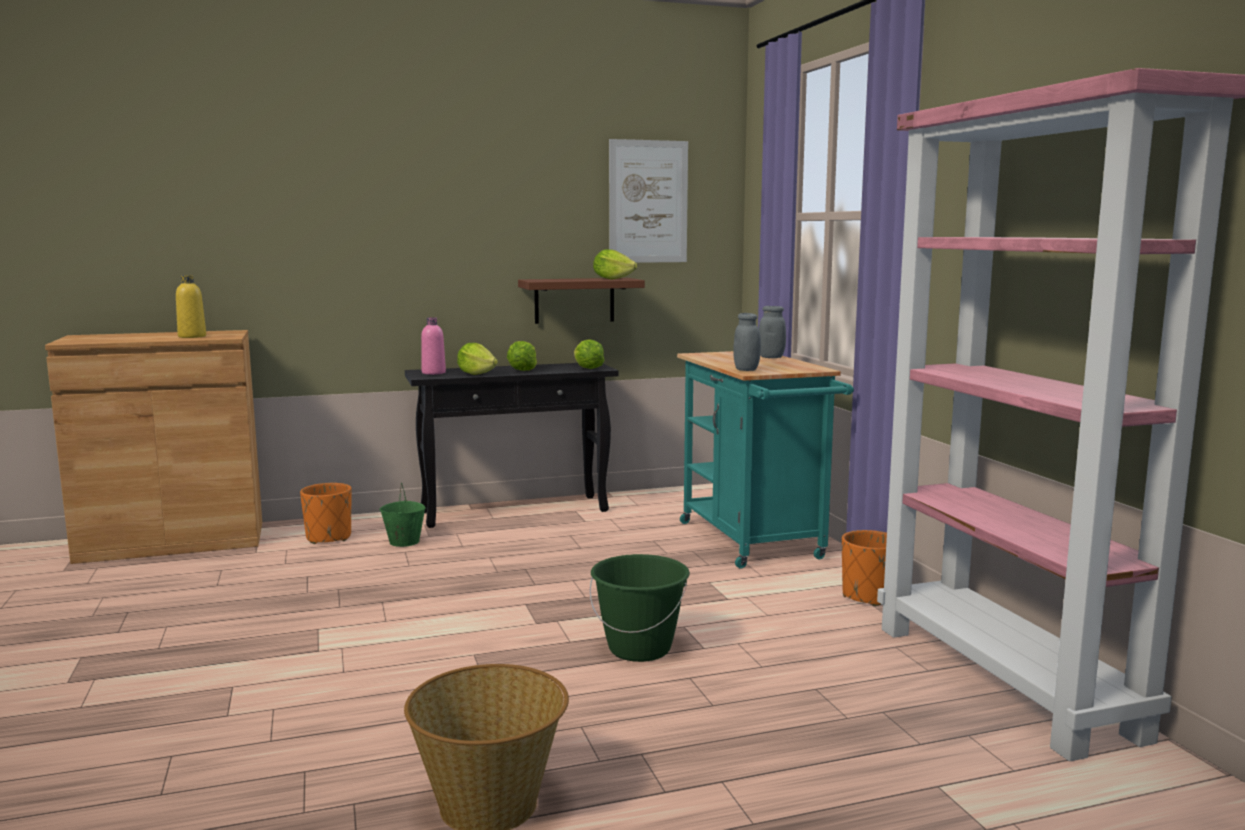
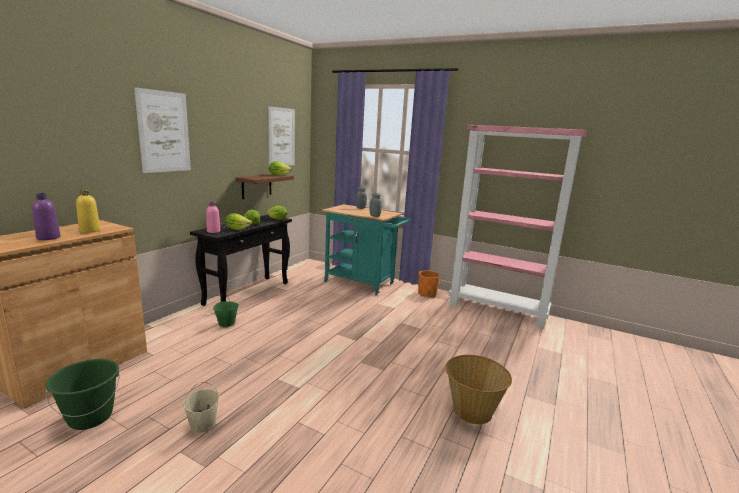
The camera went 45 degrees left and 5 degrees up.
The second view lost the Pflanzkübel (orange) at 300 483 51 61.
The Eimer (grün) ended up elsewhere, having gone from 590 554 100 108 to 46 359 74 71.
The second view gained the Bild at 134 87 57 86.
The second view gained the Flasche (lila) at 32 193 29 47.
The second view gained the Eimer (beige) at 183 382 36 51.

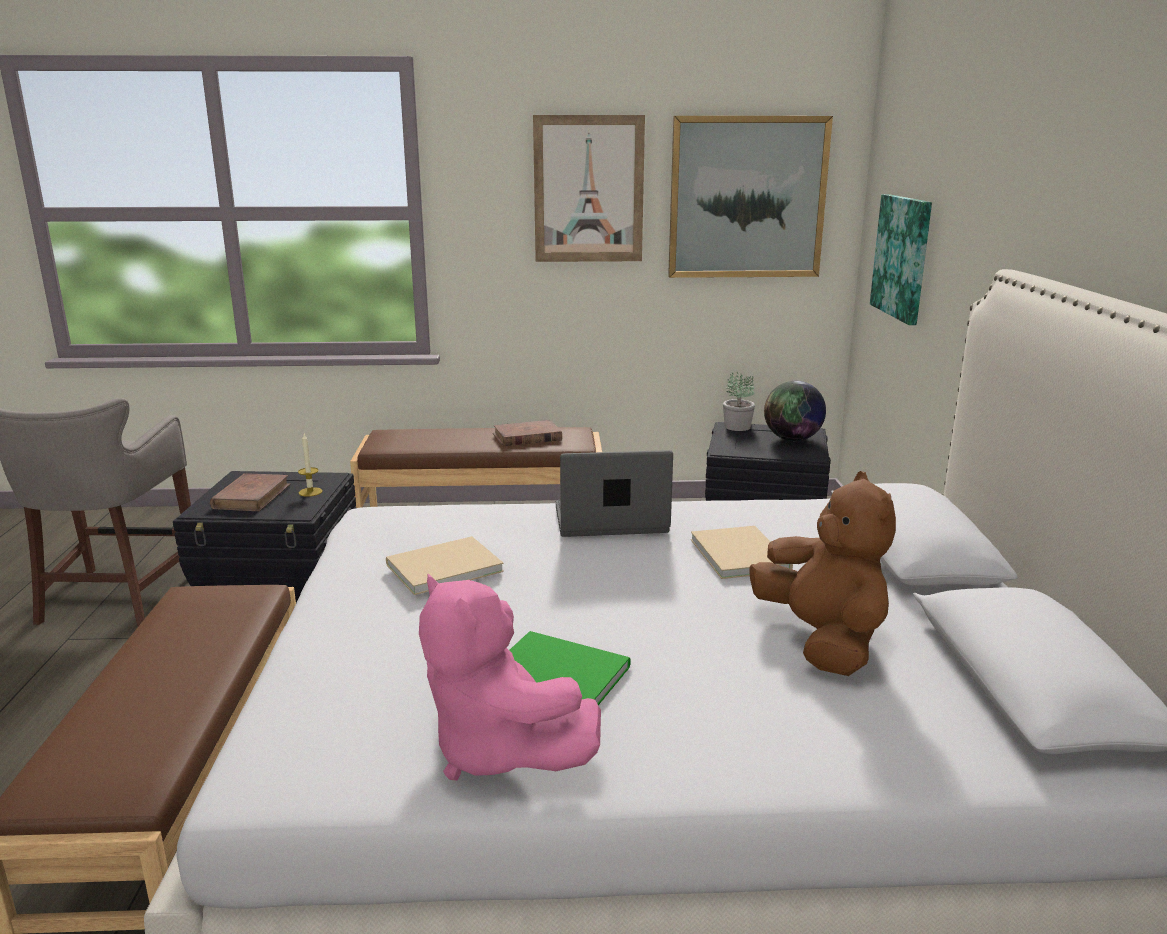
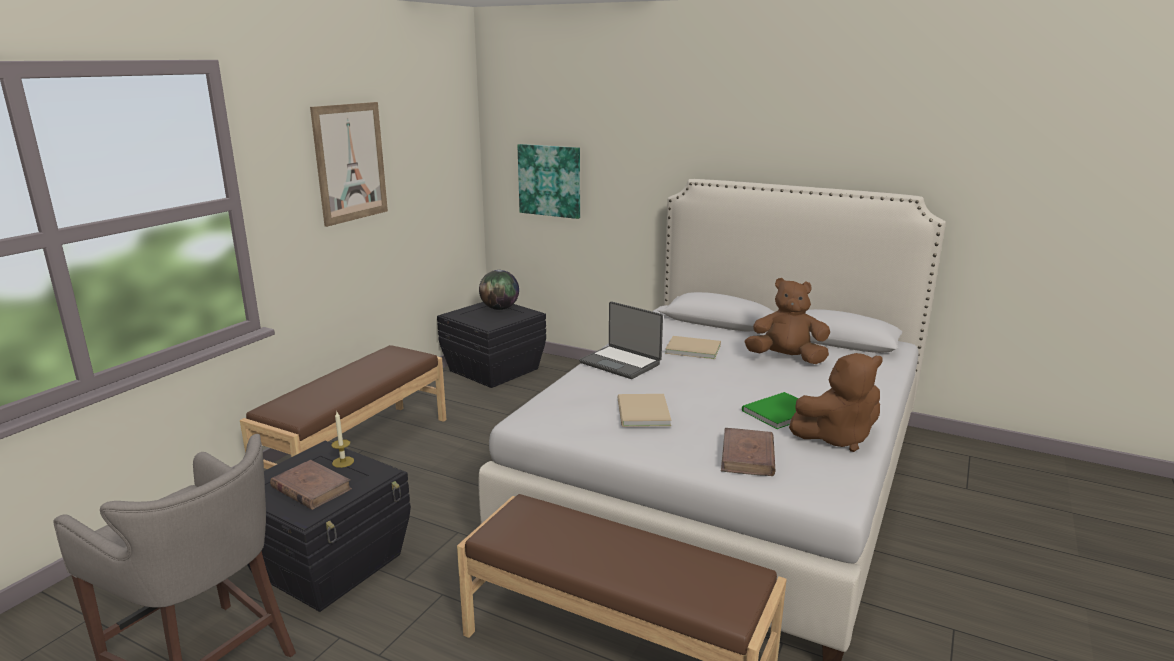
The camera went 60 degrees left and 0 degrees up.
The second view lost the Bild at 668 116 165 162.
The second view lost the Topfpflanze at 723 372 32 59.
The Buch (braun) ended up elsewhere, having gone from 493 420 69 27 to 721 428 54 48.
The Laptop at 556 450 117 87 ended up facing another way, 75 degrees counterclockwise from before.
What was the Plüschtier (rosa) at 419 574 182 207 turned into the Plüschtier (braun) at 789 353 94 99.

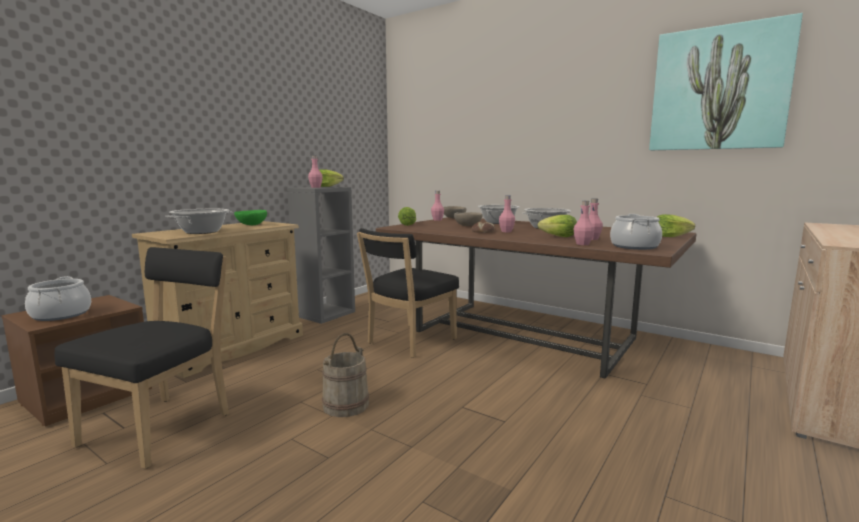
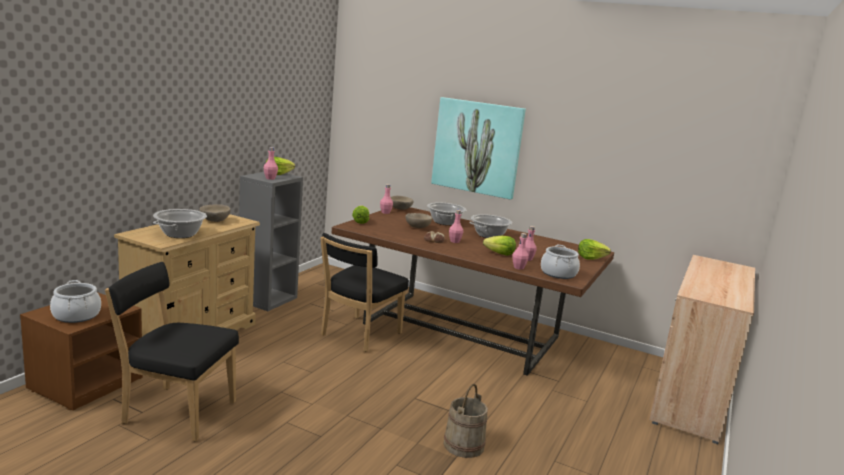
The camera went 10 degrees left and 5 degrees up.
The Bild ended up elsewhere, having gone from 649 13 154 137 to 431 97 95 103.
What was the Schüssel (grün) at 234 210 33 15 turned into the Schüssel (beige) at 199 204 32 18.
The Stuhl (schwarz) at 55 247 174 222 ended up facing another way, 90 degrees counterclockwise from before.
The Eimer (beige) ended up elsewhere, having gone from 322 333 47 84 to 443 384 45 74.

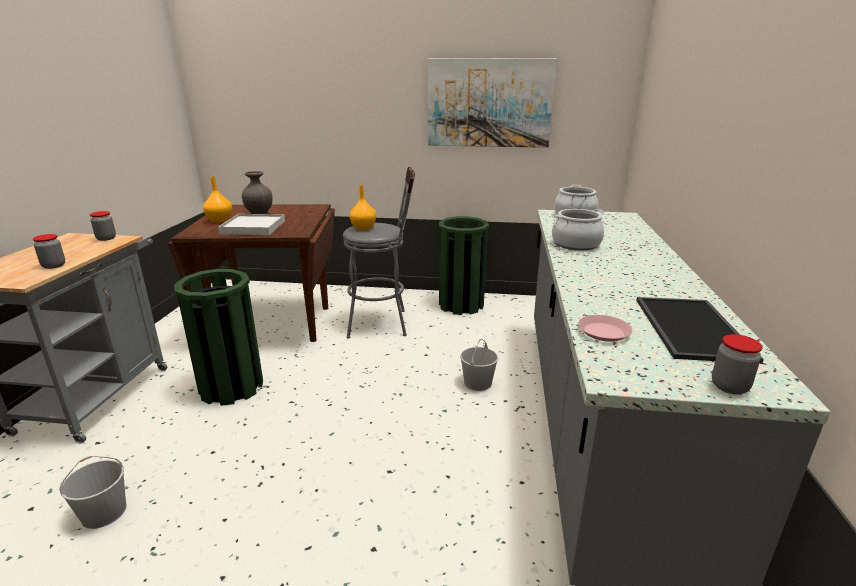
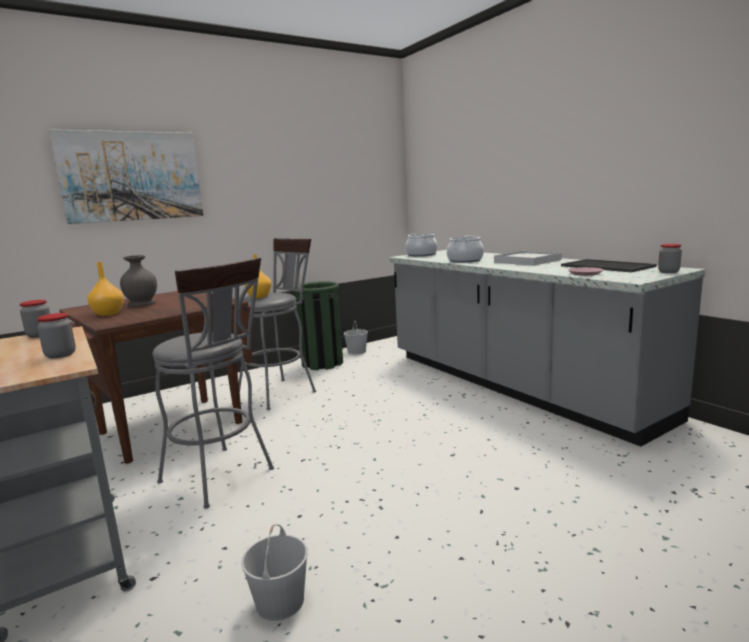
The camera went 40 degrees left and 10 degrees down.
The Bild ended up elsewhere, having gone from 428 58 129 90 to 49 129 154 95.
The Tablett (weiß) ended up elsewhere, having gone from 218 214 67 21 to 494 251 68 15.
Where the Mülleimer (grün) stood at 174 269 89 137, the Hocker (grau) came to stand at 152 258 122 251.
The Eimer (weiß) ended up elsewhere, having gone from 460 339 38 52 to 344 321 24 33.

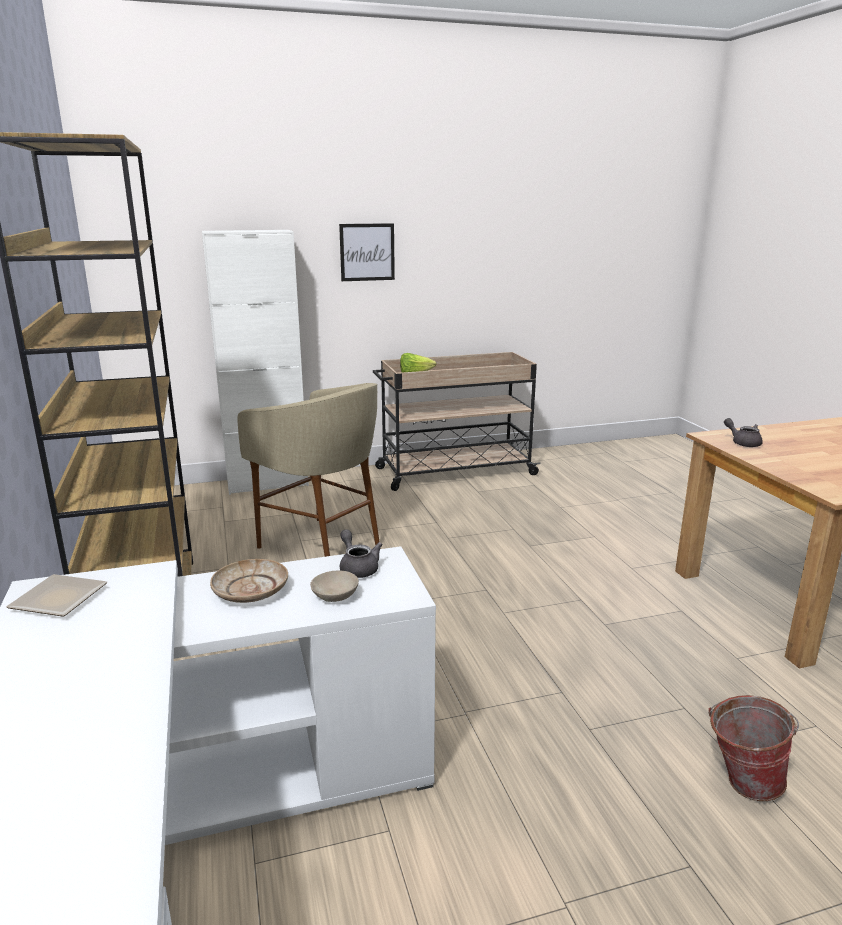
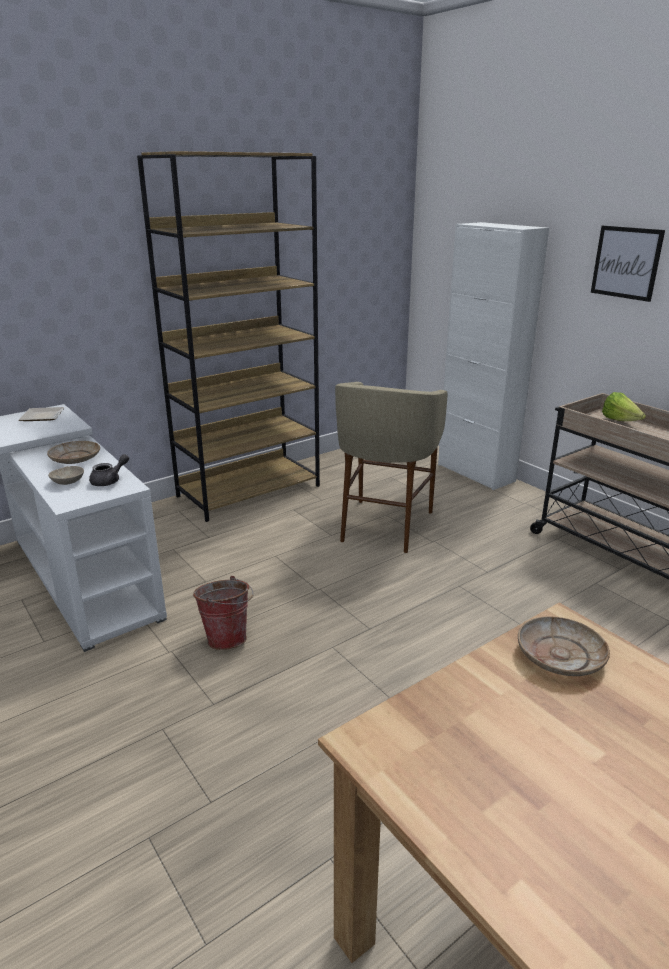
The camera went 70 degrees right and 5 degrees up.
Where the Teekanne (grau) stood at 724 418 39 29, the Teller (beige) came to stand at 518 616 92 60.
The Eimer ended up elsewhere, having gone from 708 695 91 106 to 193 576 60 74.

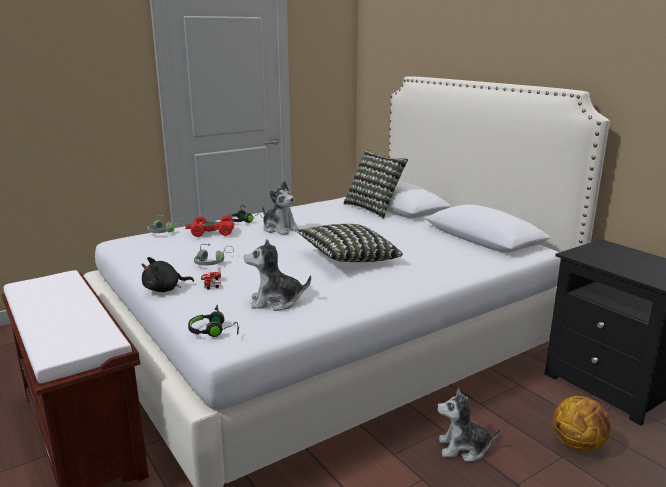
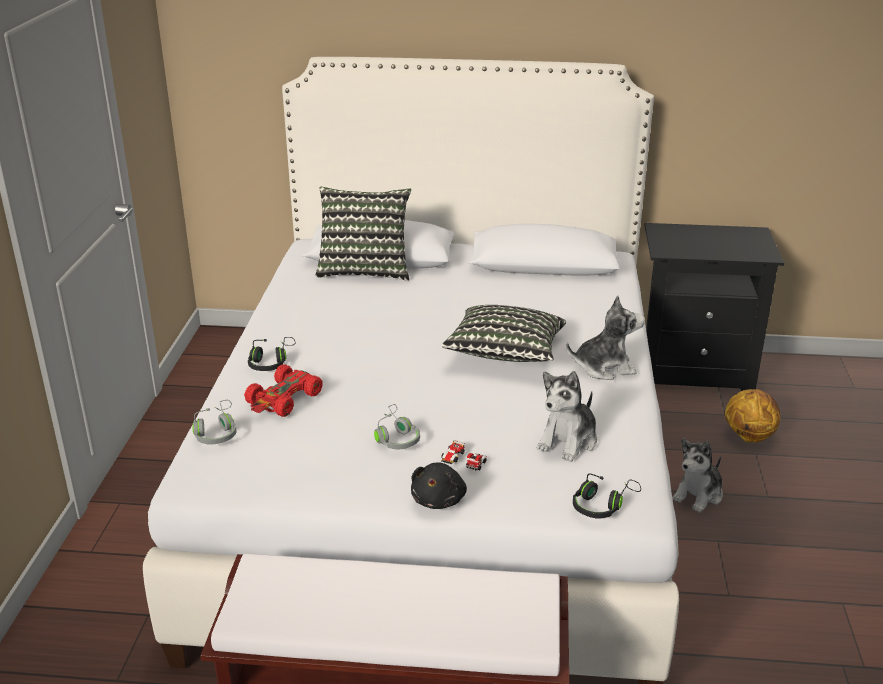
The camera went 50 degrees left and 10 degrees up.
The Plüschtier ended up elsewhere, having gone from 262 181 38 54 to 566 295 79 85.

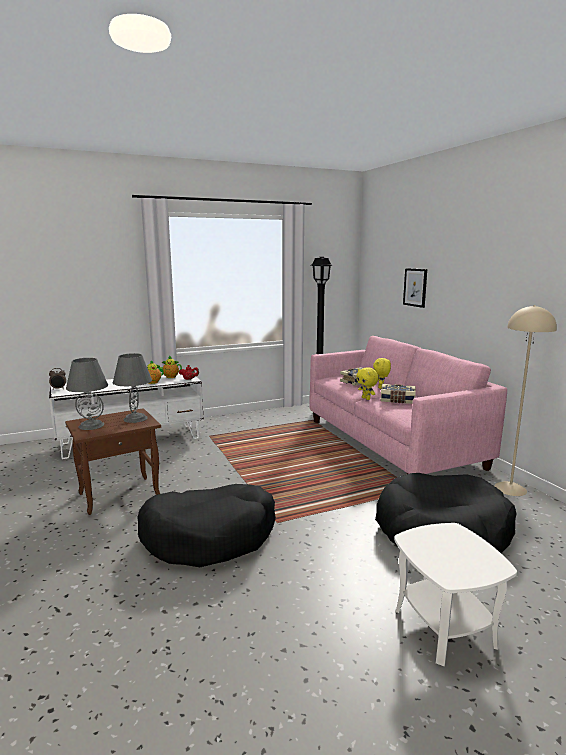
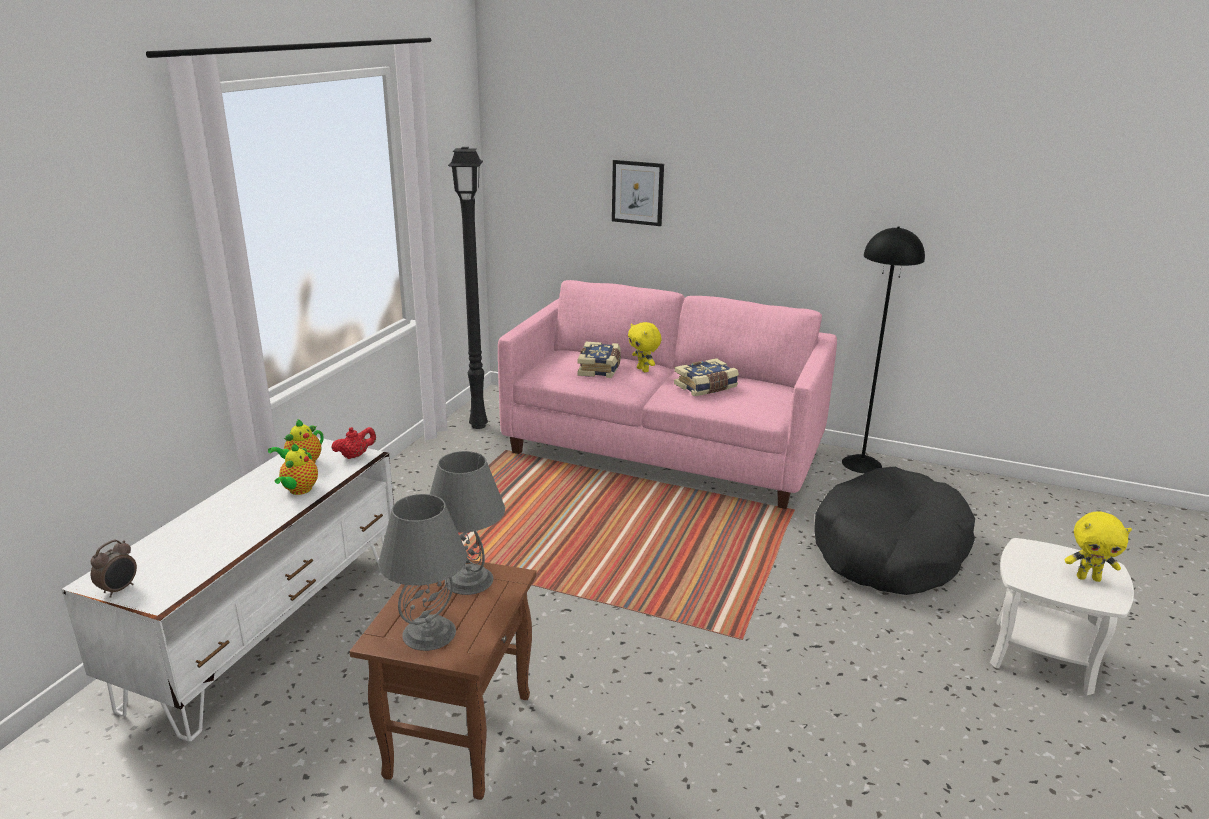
The camera went 45 degrees left and 10 degrees up.
What was the Stehlampe (beige) at 494 305 63 191 turned into the Stehlampe (schwarz) at 842 227 83 246.
The Plüschtier (gelb) ended up elsewhere, having gone from 356 367 23 33 to 1064 511 68 71.
The second view lost the Hundebett (schwarz) at 137 484 139 83.

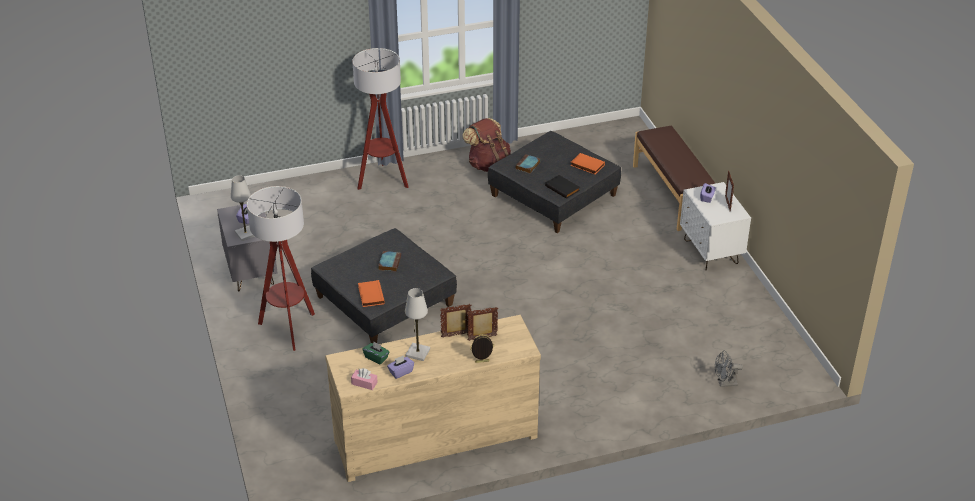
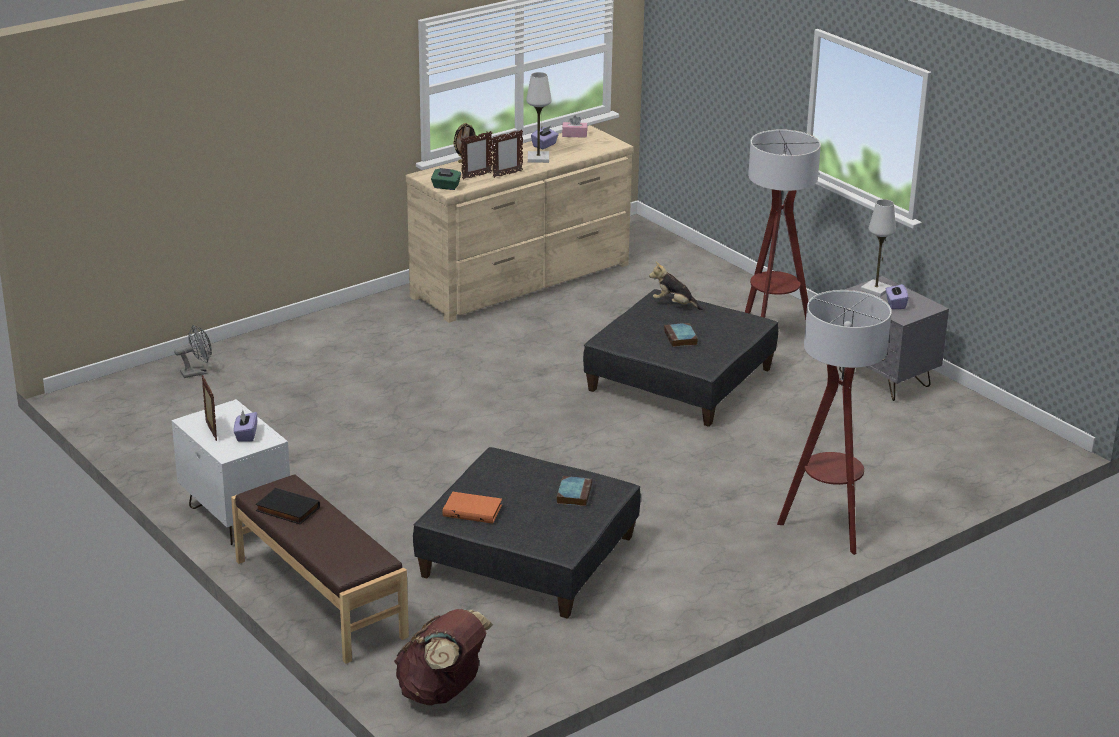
The camera went 160 degrees right and 10 degrees down.
The Rucksack (braun) ended up elsewhere, having gone from 462 118 49 54 to 394 609 99 96.
The Buch (schwarz) ended up elsewhere, having gone from 545 175 35 24 to 255 488 65 36.
Where the Buch (orange) stood at 358 280 27 27, the Plüschtier came to stand at 649 261 55 49.
The Taschentuchbox (grün) ended up elsewhere, having gone from 362 341 27 24 to 431 168 30 22.

